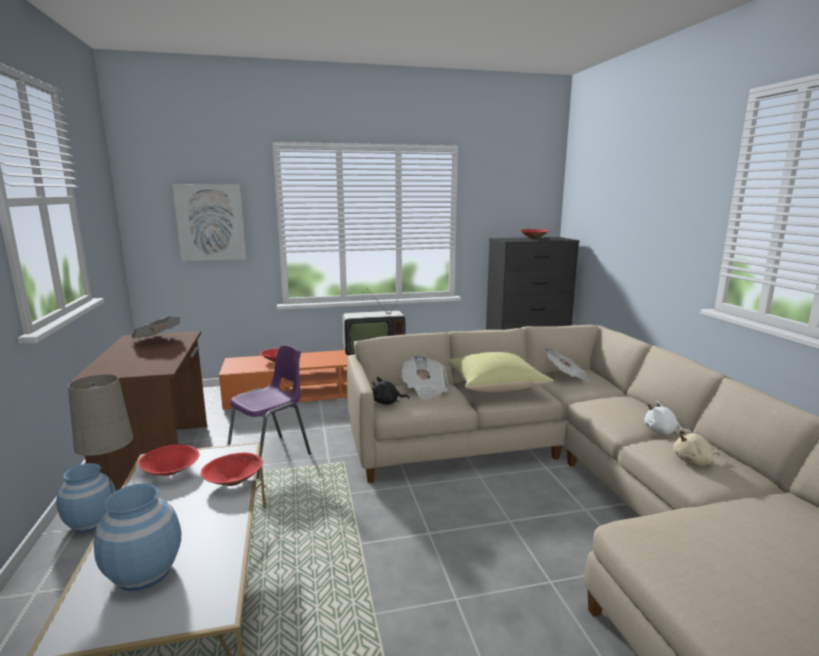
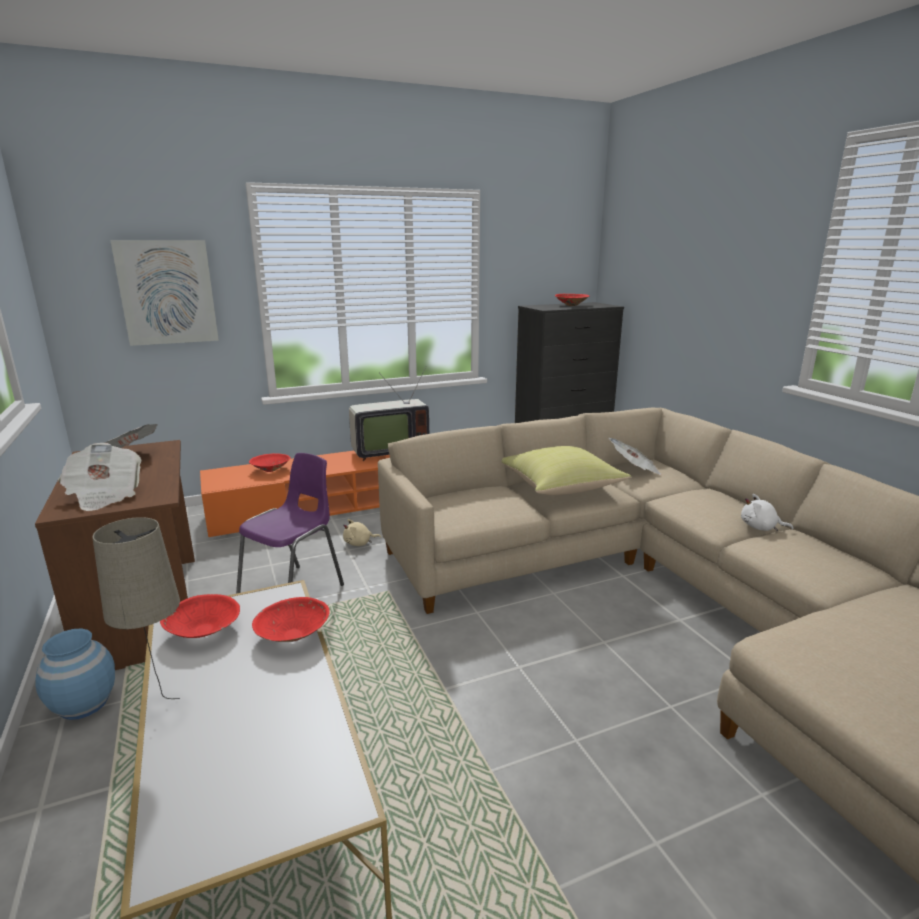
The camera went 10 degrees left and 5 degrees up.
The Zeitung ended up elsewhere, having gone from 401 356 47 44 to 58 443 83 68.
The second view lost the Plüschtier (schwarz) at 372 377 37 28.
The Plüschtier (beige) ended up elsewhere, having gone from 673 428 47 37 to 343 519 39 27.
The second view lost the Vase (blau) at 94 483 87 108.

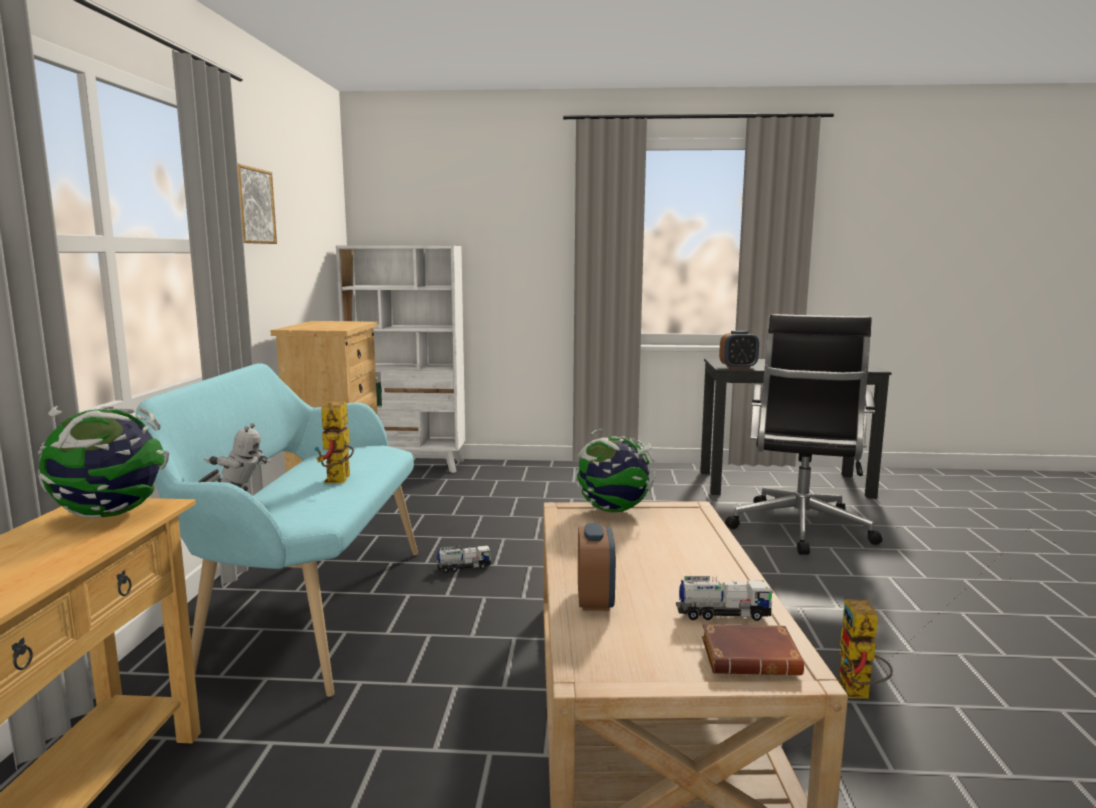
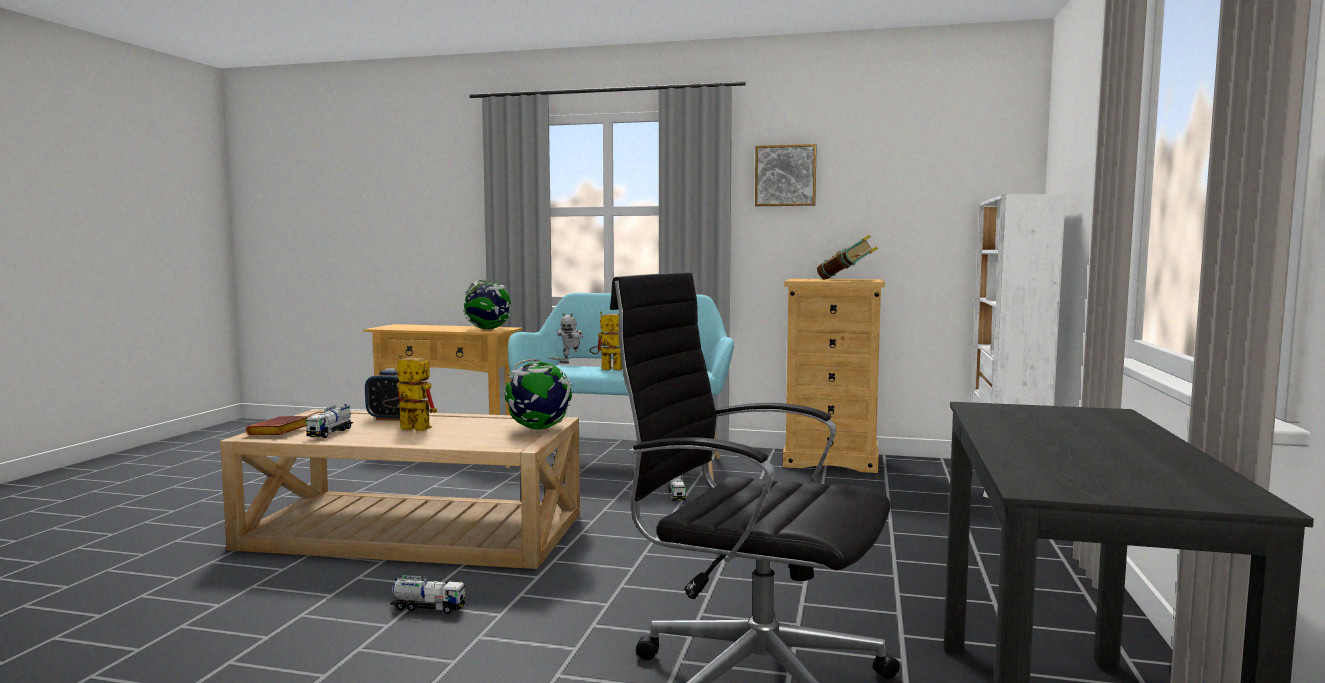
The camera went 100 degrees right and 5 degrees down.
The second view lost the Wecker at 719 331 40 38.
The Spielzeugroboter ended up elsewhere, having gone from 836 599 57 100 to 382 354 55 77.
The second view gained the Buch at 817 235 61 44.
The second view gained the Spielzeuglaster at 390 575 76 39.

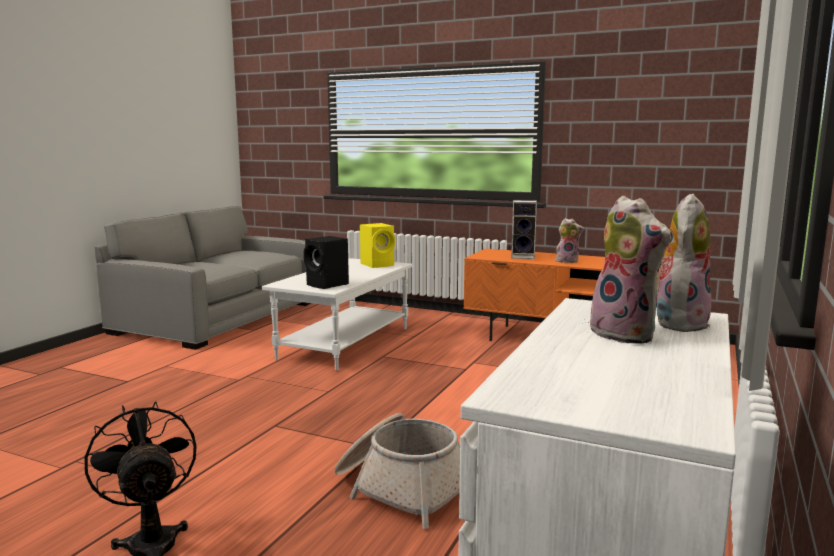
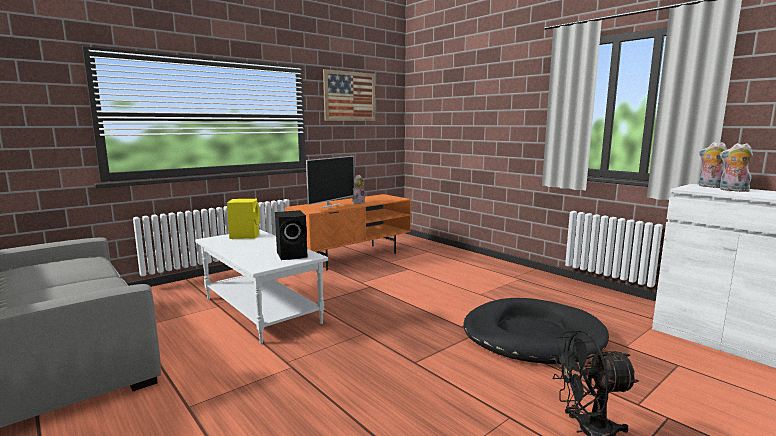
The camera went 65 degrees left and 0 degrees up.
The Plüschtier at 588 196 82 148 ended up facing another way, 135 degrees counterclockwise from before.
Where the Lautsprecher stood at 511 200 26 59, the Fernseher came to stand at 306 156 48 53.
Where the Korb stood at 334 413 126 116, the Hundebett (schwarz) came to stand at 463 298 146 66.
The second view gained the Bild at 323 69 52 52.

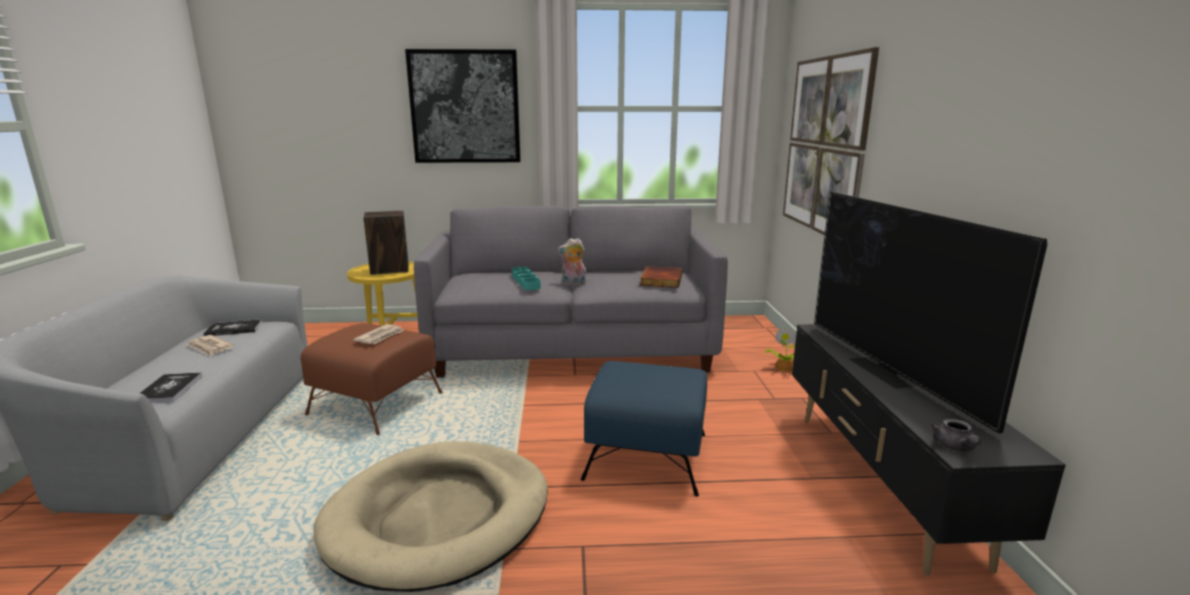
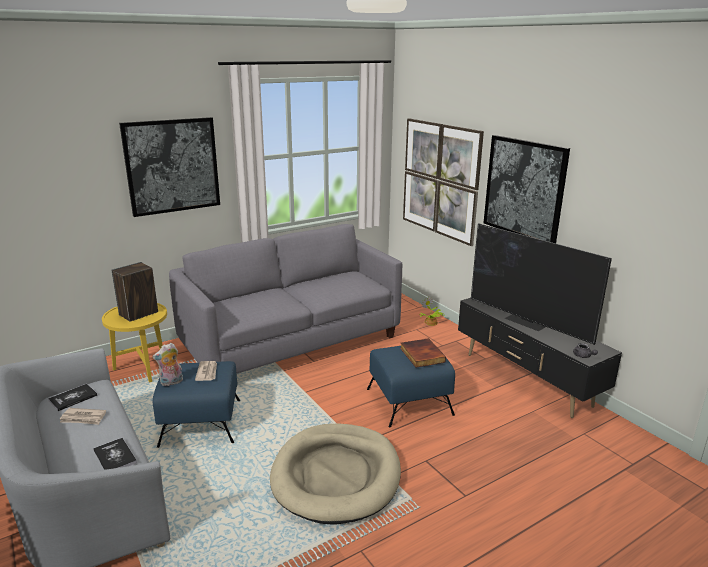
The camera went 30 degrees left and 5 degrees up.
The Plüschtier ended up elsewhere, having gone from 558 238 28 47 to 152 343 31 43.
The Buch ended up elsewhere, having gone from 640 266 43 22 to 400 338 46 30.
The second view lost the Tablett (türkis) at 512 267 29 23.
What was the Polsterhocker (braun) at 301 323 142 112 turned into the Polsterhocker (blau) at 153 361 87 87.
The second view gained the Bild at 484 135 86 108.

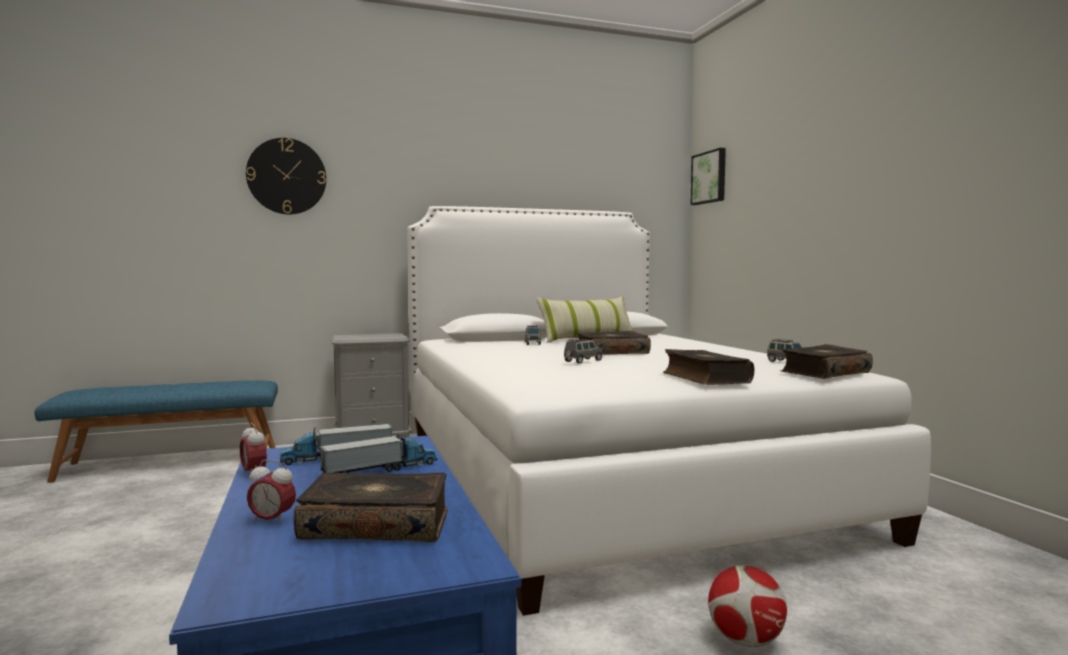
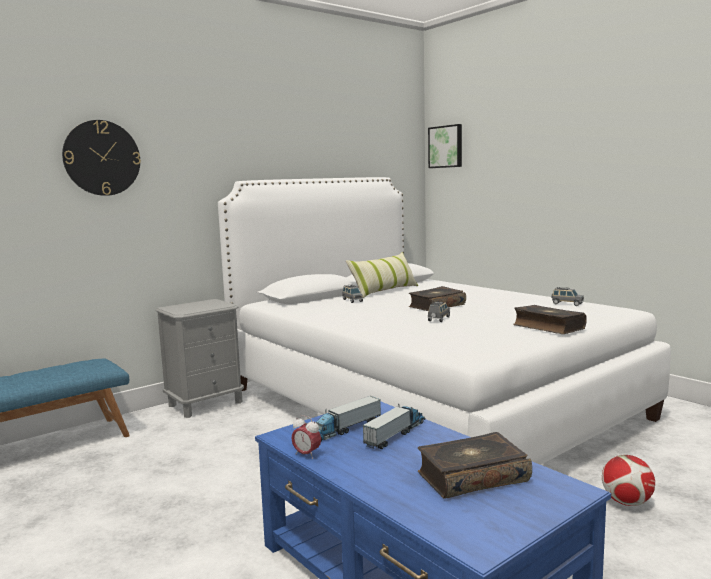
The camera went 20 degrees left and 5 degrees up.
The second view lost the Buch at 781 344 92 35.
The second view lost the Wecker at 247 460 49 65.

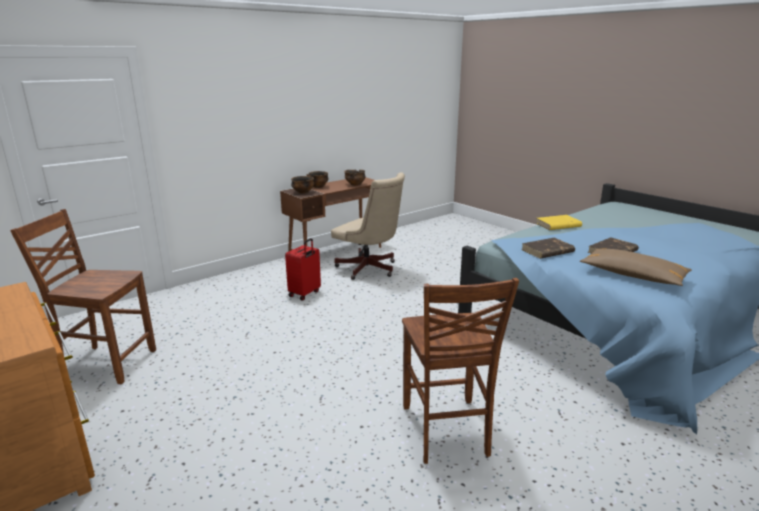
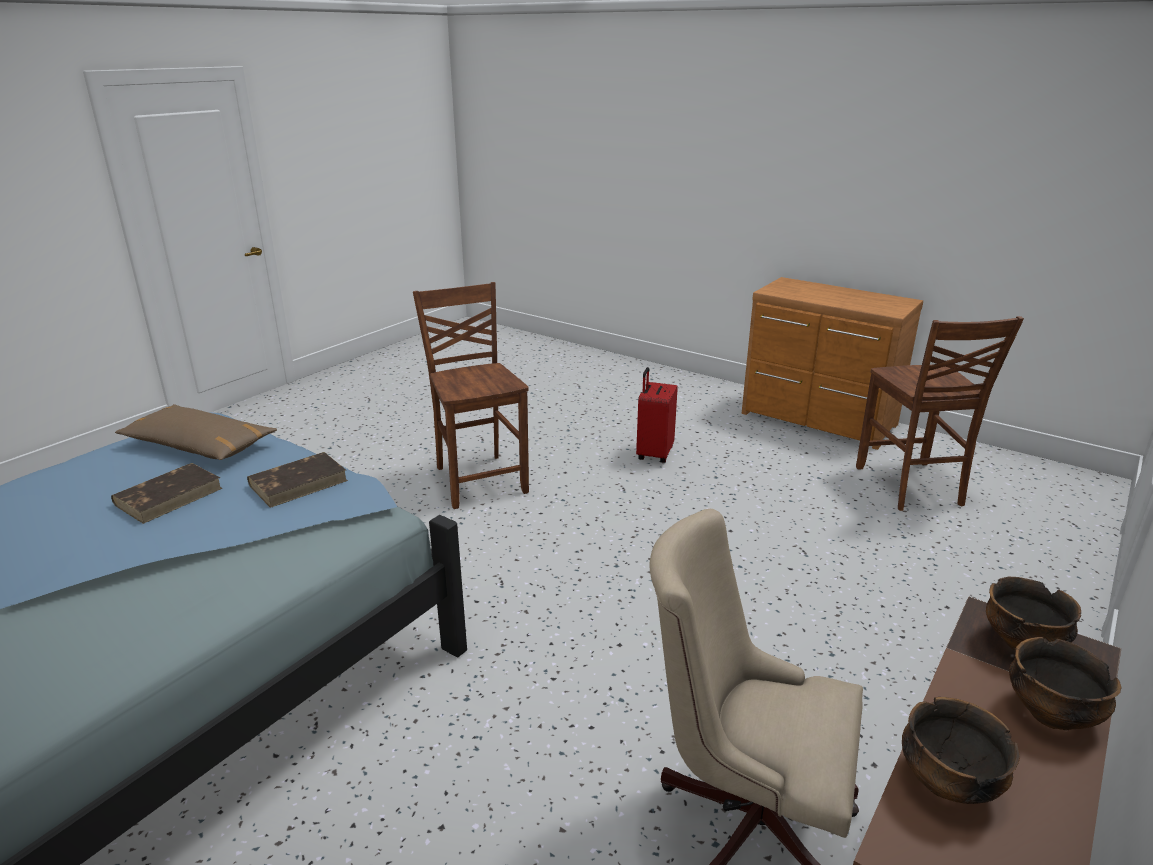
The camera went 165 degrees right and 5 degrees up.
The Stuhl (braun) at 10 209 146 175 ended up facing another way, 90 degrees clockwise from before.
The second view lost the Buch (gelb) at 536 215 46 15.
The Koffer (rot) ended up elsewhere, having gone from 285 238 36 63 to 636 367 42 96.

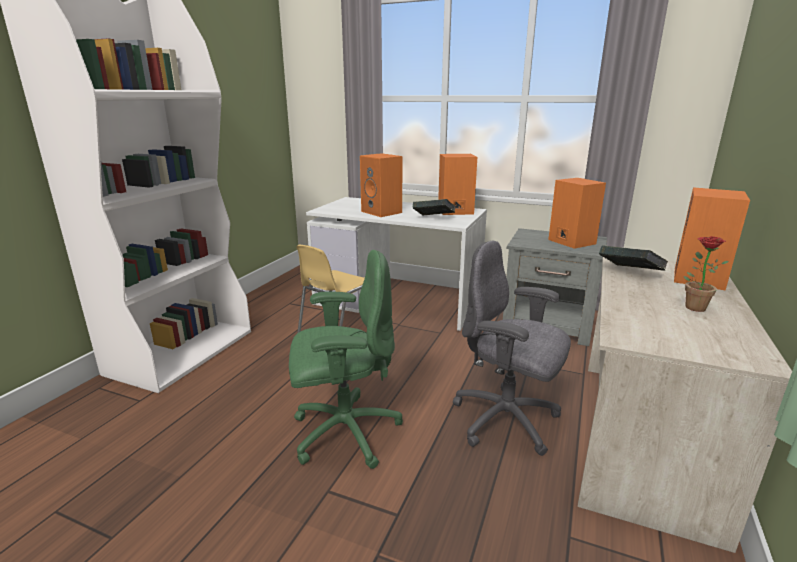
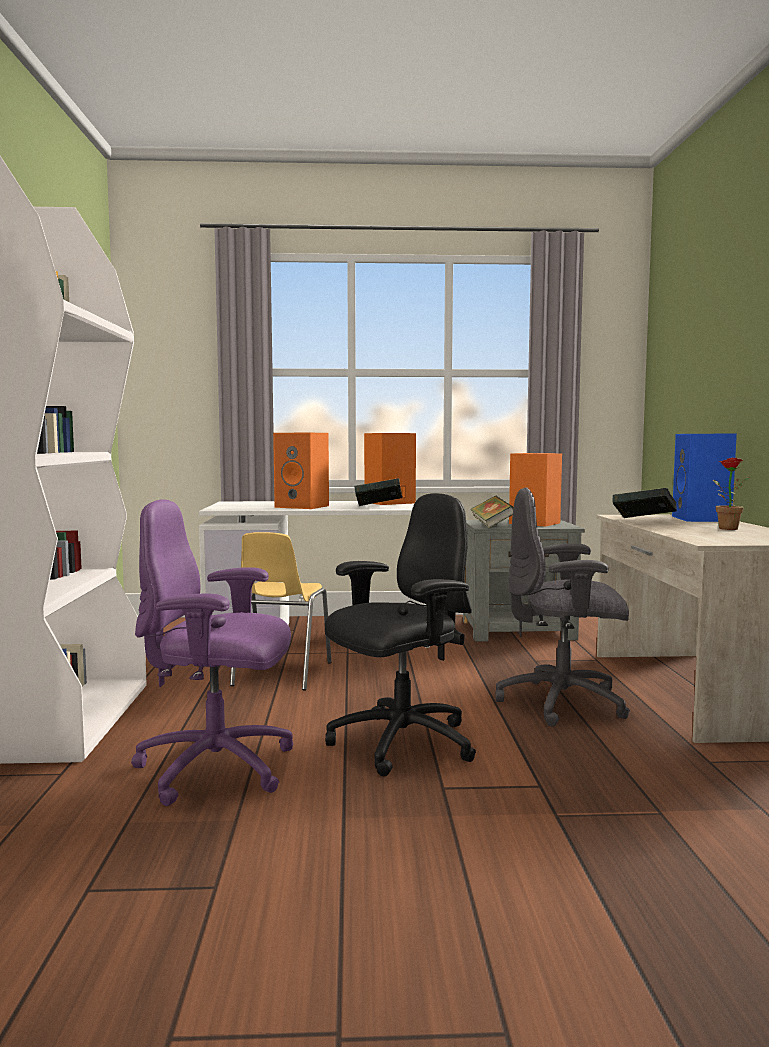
The camera went 25 degrees left and 15 degrees down.
What was the Lautsprecher (orange) at 674 187 76 104 turned into the Lautsprecher (blau) at 672 434 65 88.
What was the Bürostuhl (grün) at 289 250 114 219 turned into the Bürostuhl (schwarz) at 324 493 152 283.
The second view gained the Buch at 470 496 44 32.
The second view gained the Bürostuhl (lila) at 131 499 162 307.

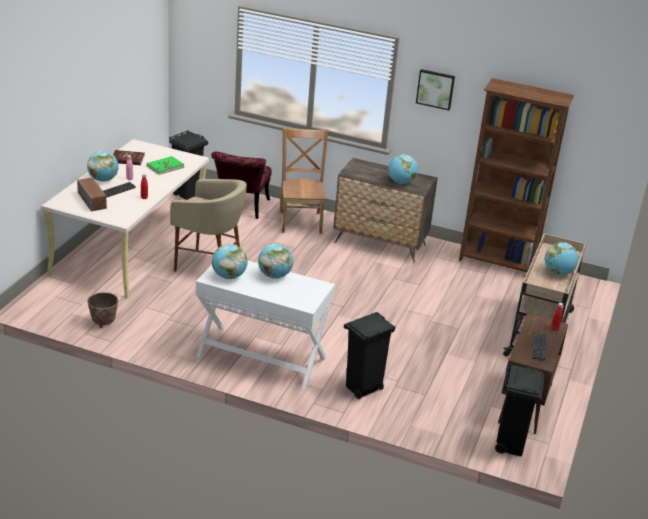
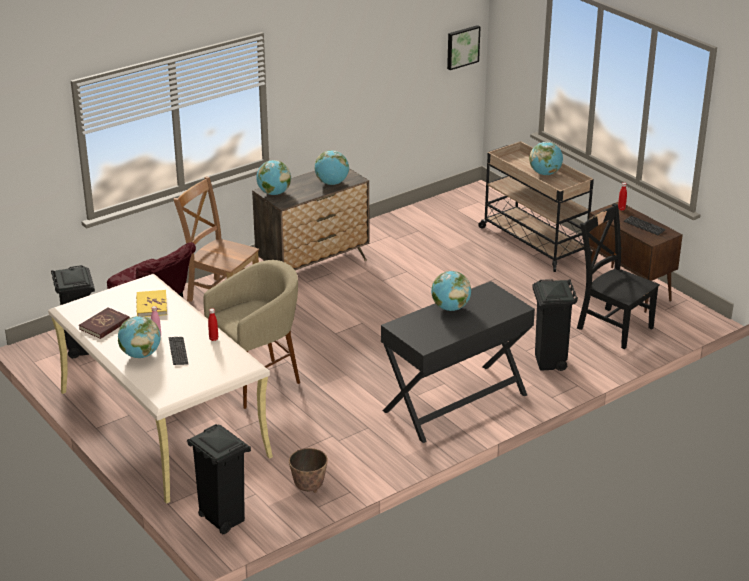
The camera went 55 degrees left and 0 degrees up.
The Bild ended up elsewhere, having gone from 416 69 39 41 to 447 25 34 45.
The second view lost the Bücherregal (braun) at 459 78 116 194.
What was the Buch (grün) at 147 156 37 19 turned into the Buch (gelb) at 136 290 31 27.
The second view lost the Lautsprecher at 77 177 30 35.
The Globus ended up elsewhere, having gone from 212 244 36 35 to 256 160 35 35.
What was the Schreibtisch (weiß) at 196 261 139 129 turned into the Schreibtisch (schwarz) at 381 281 154 162.
The Mülleimer (schwarz) ended up elsewhere, having gone from 495 364 50 92 to 187 424 64 110.
The second view gained the Stuhl (schwarz) at 577 203 83 146.

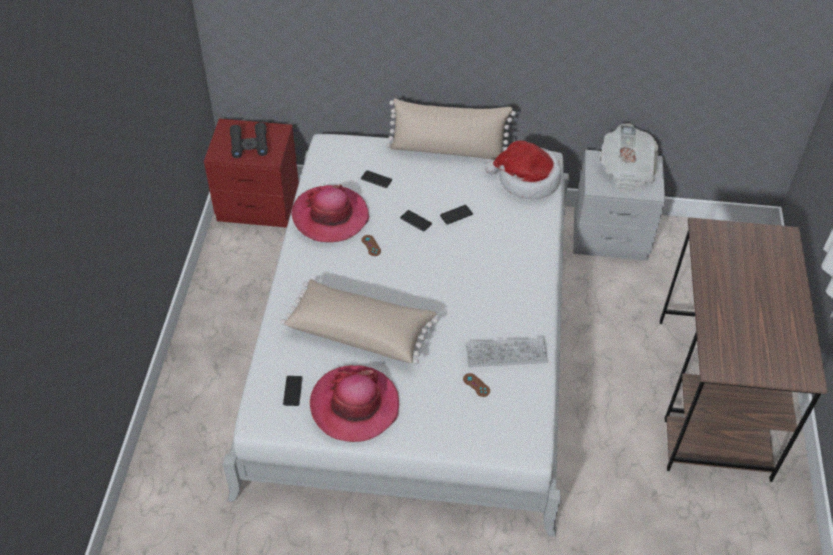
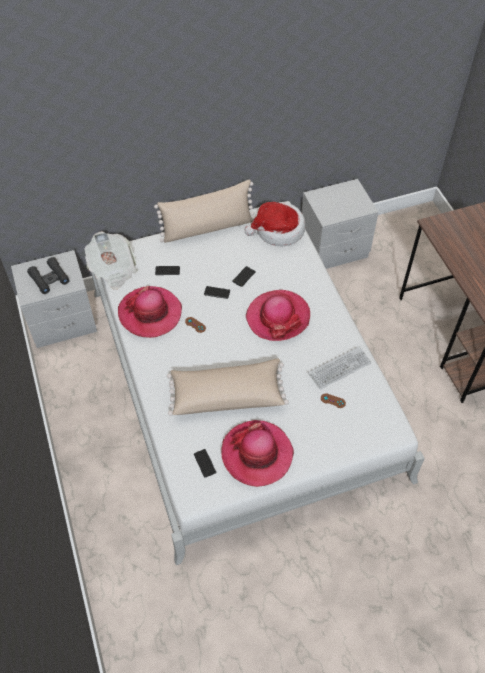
The camera went 25 degrees left and 5 degrees up.
What was the Nachttisch (rot) at 204 119 95 109 turned into the Nachttisch (grau) at 11 250 86 98.
The Zeitung ended up elsewhere, having gone from 600 123 58 70 to 84 231 54 59.
The second view gained the Hut at 246 290 64 51.

